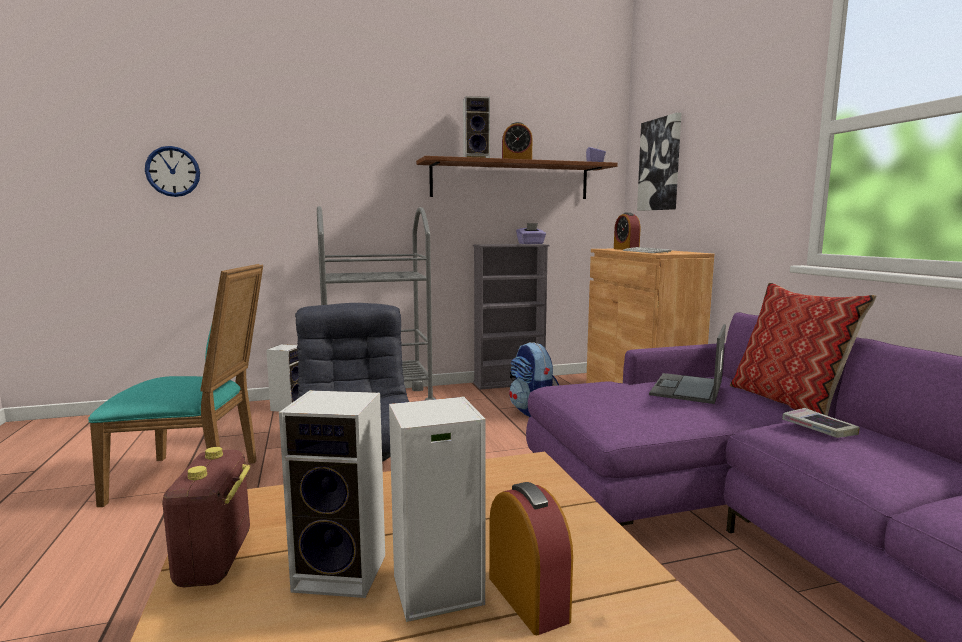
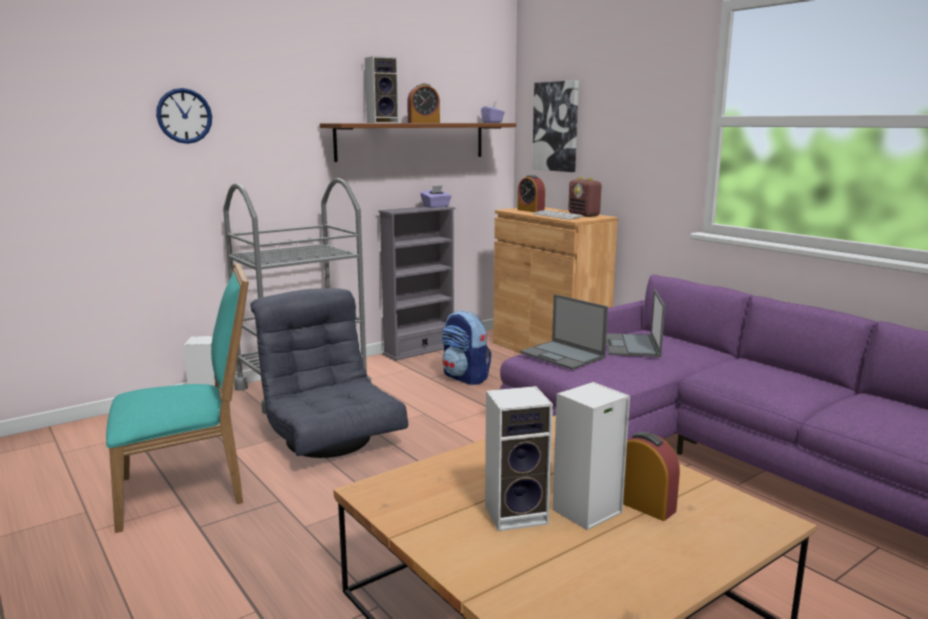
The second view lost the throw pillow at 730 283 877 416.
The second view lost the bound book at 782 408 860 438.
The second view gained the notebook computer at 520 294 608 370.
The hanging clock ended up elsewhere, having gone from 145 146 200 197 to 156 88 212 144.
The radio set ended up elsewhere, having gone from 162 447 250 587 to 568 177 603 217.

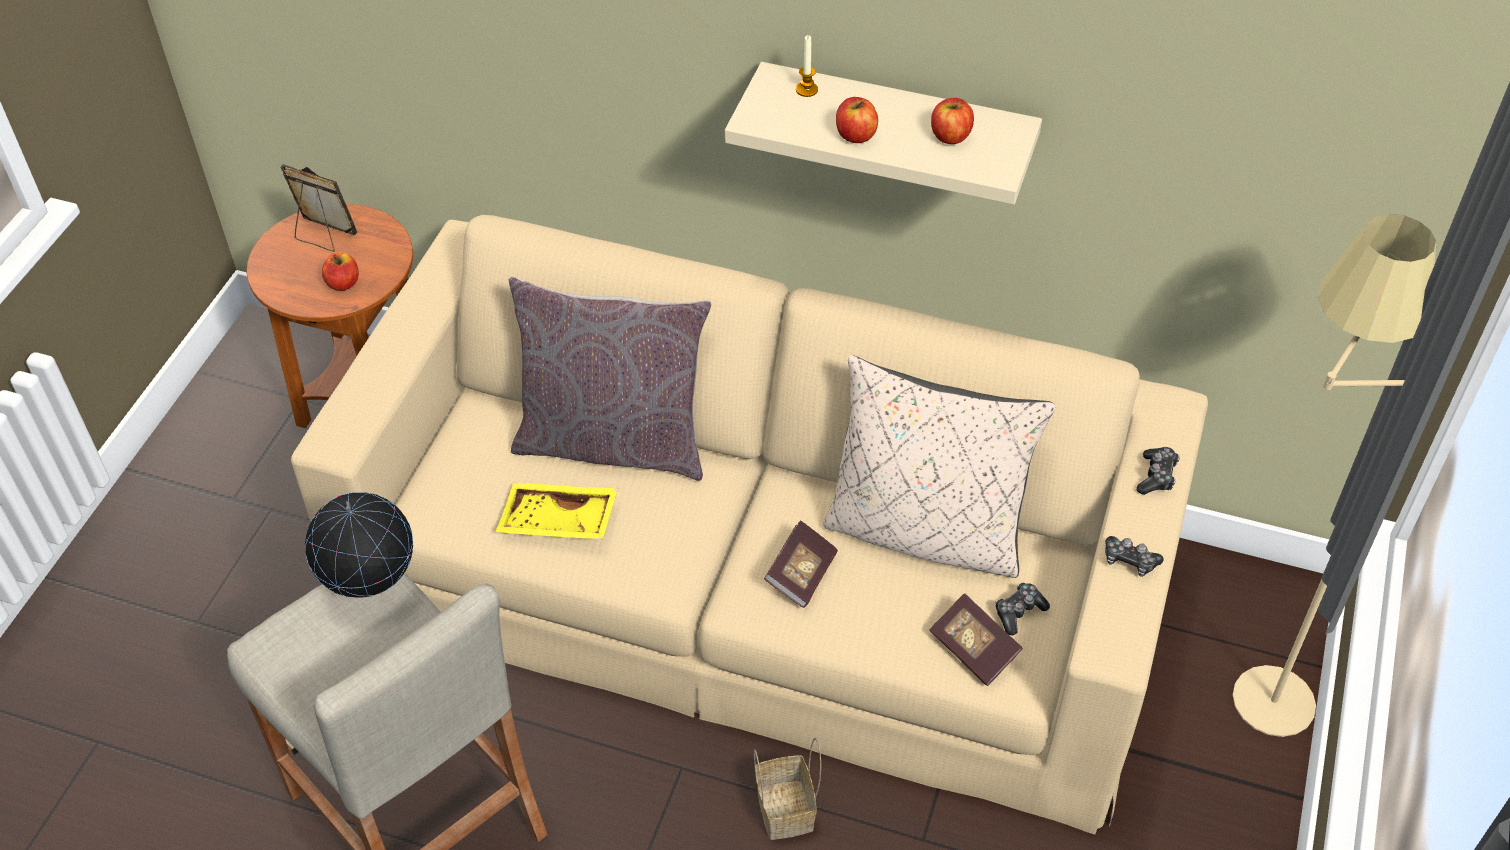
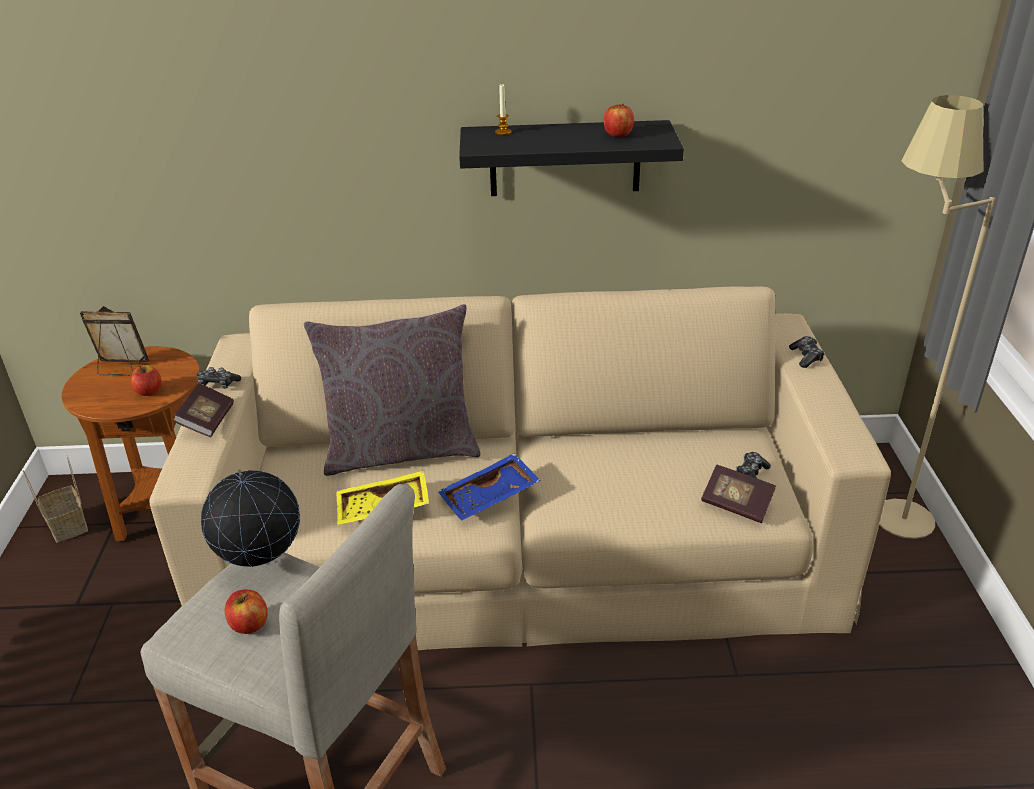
The second view lost the throw pillow/sand-coloured at 824 355 1055 578.
The second view gained the serving tray/blue-coloured at 437 453 541 521.
The household basket ended up elsewhere, having gone from 754 737 821 840 to 23 456 88 543.
The bound book ended up elsewhere, having gone from 764 520 838 608 to 173 383 234 437.
The whole apple ended up elsewhere, having gone from 836 97 878 143 to 225 589 268 634.
The gamepad ended up elsewhere, having gone from 1105 536 1164 577 to 197 367 241 389.
What was the wall shelf/sand-coloured at 725 62 1042 205 turned into the wall shelf/black at 459 120 684 196.

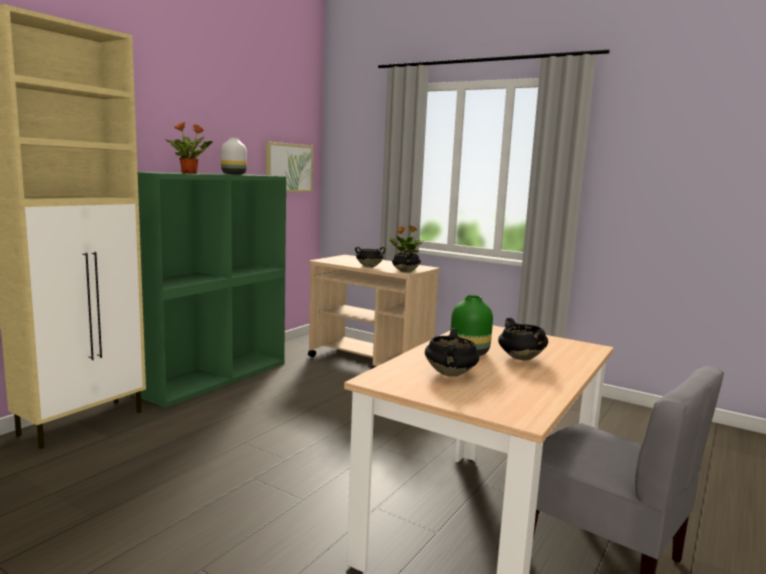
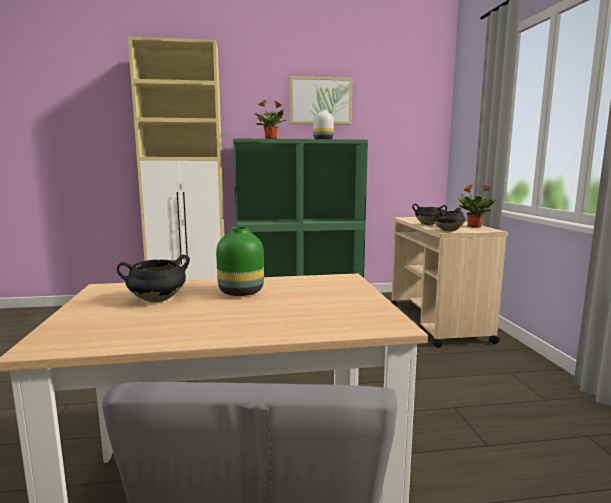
The second view lost the stockpot/black at 498 318 548 361.
The picture ended up elsewhere, having gone from 266 142 313 192 to 290 76 352 125.

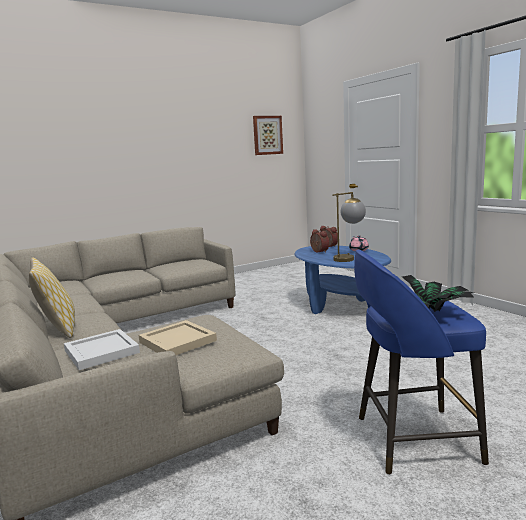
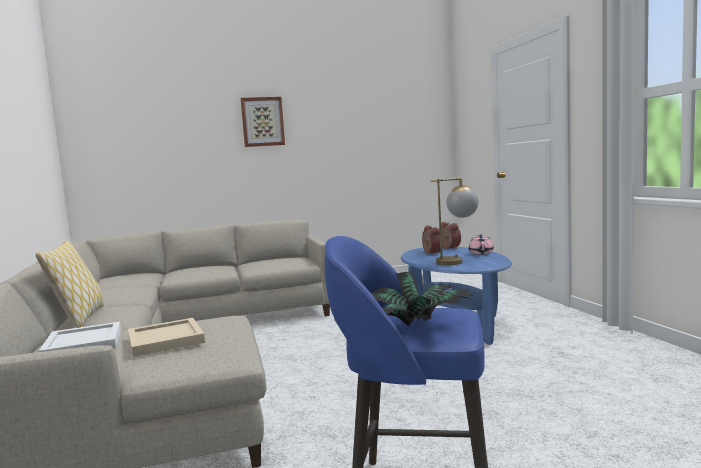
The picture ended up elsewhere, having gone from 253 116 283 155 to 241 97 285 147.

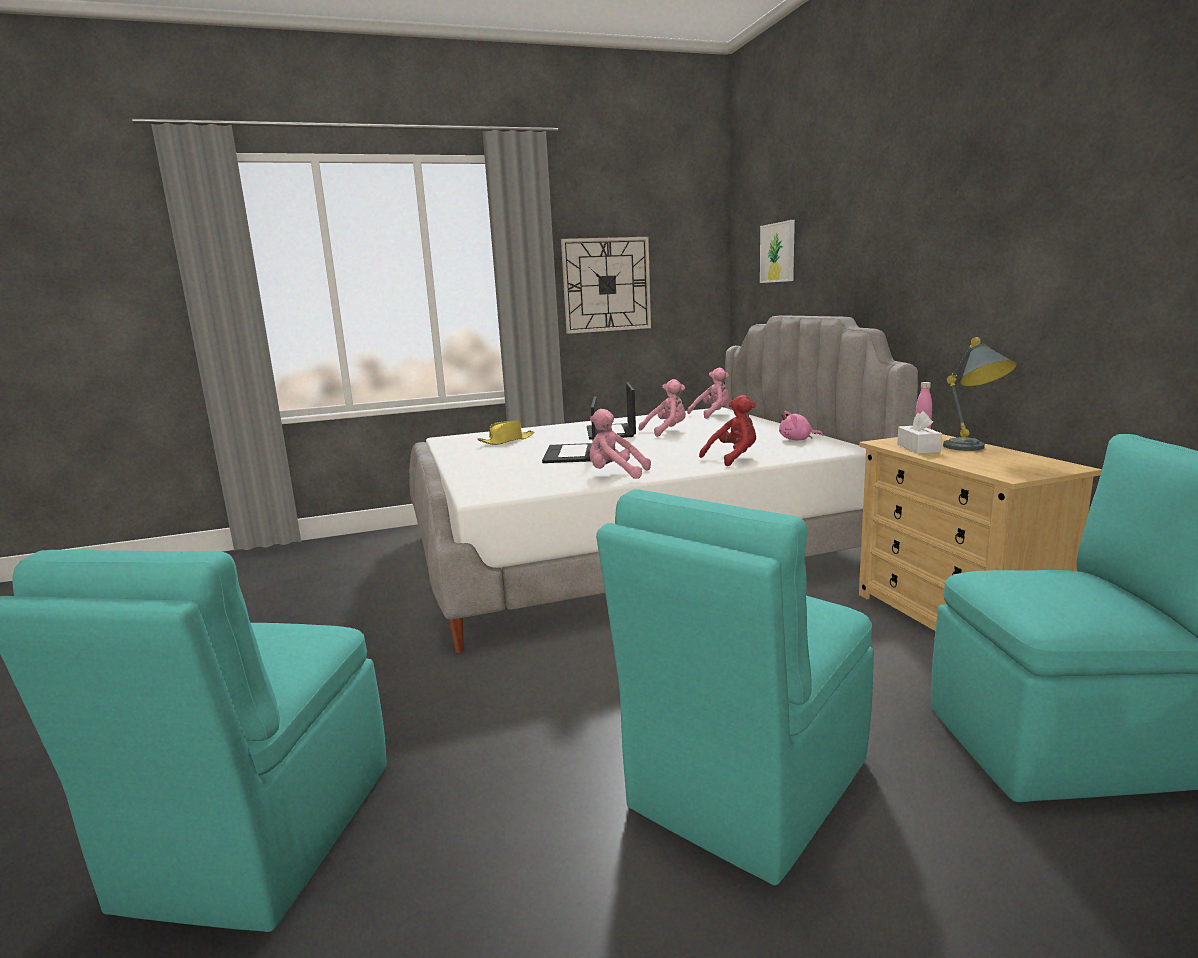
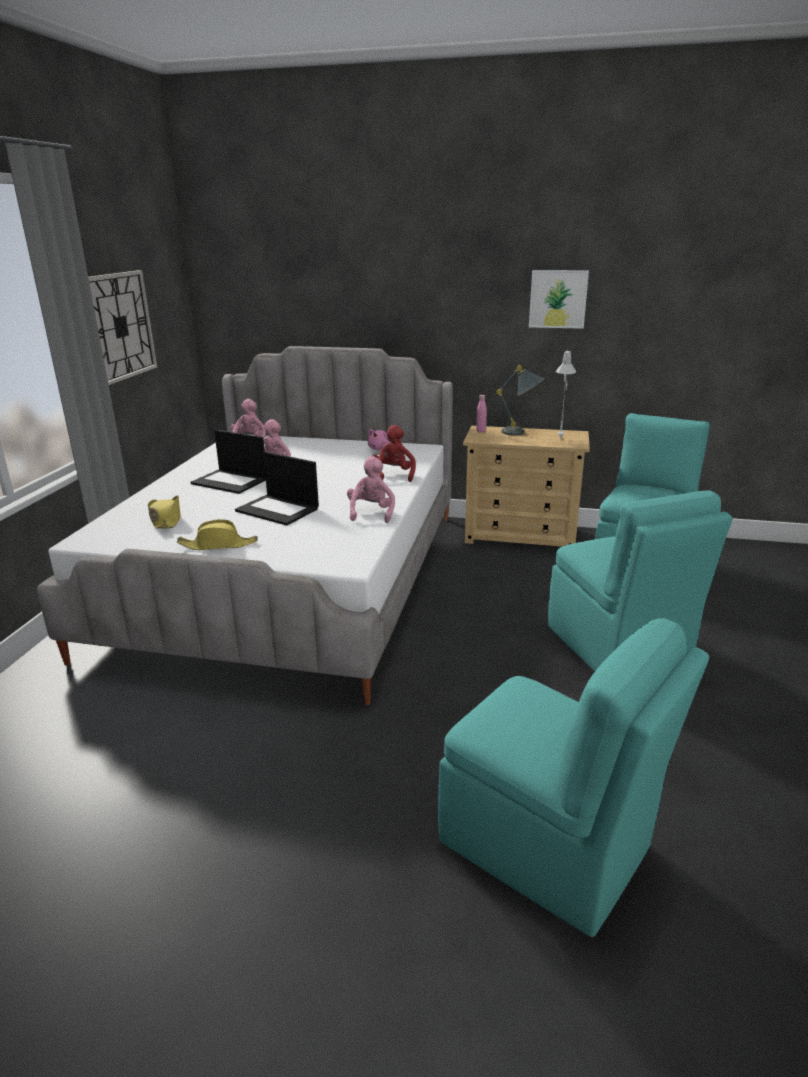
The second view lost the box of tissues/whitish at 897 411 942 454.
The second view gained the hat/yellowish at 177 519 258 550.
The second view gained the lamp for a table/gray at 556 350 576 438.
The picture ended up elsewhere, having gone from 760 220 795 283 to 529 270 589 329.
The cuddly toy/pink at 590 409 651 479 ended up facing another way, 135 degrees clockwise from before.

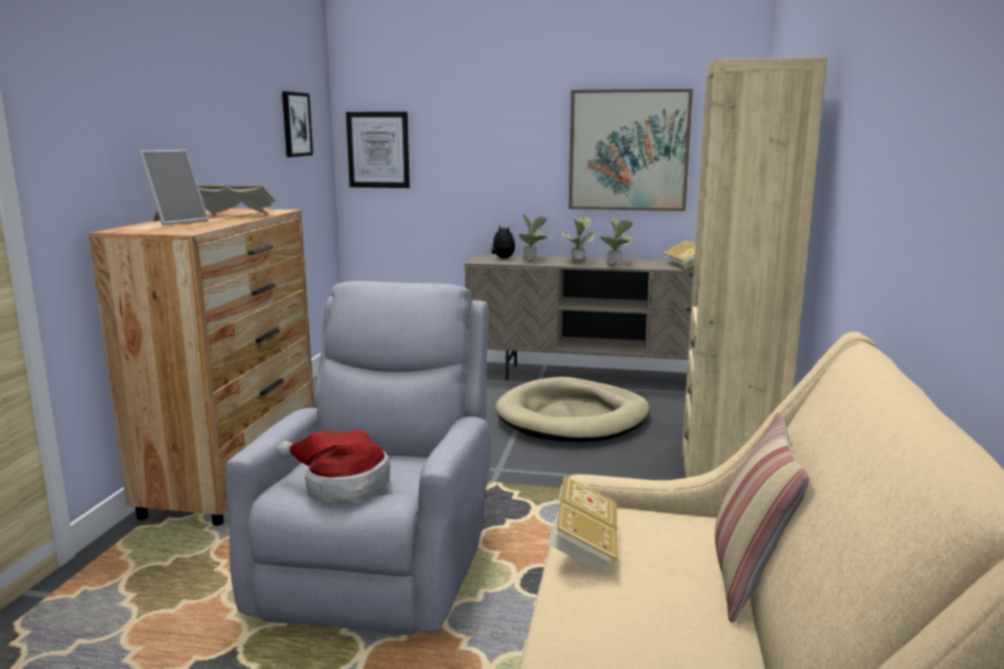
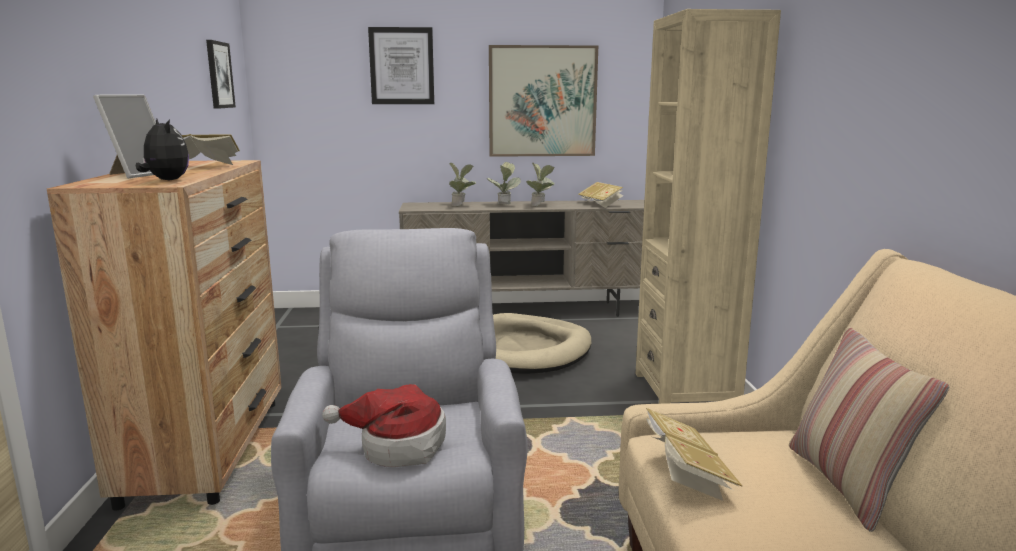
The picture ended up elsewhere, having gone from 346 112 410 188 to 368 27 434 104.
The cuddly toy ended up elsewhere, having gone from 490 226 515 258 to 136 119 189 181.

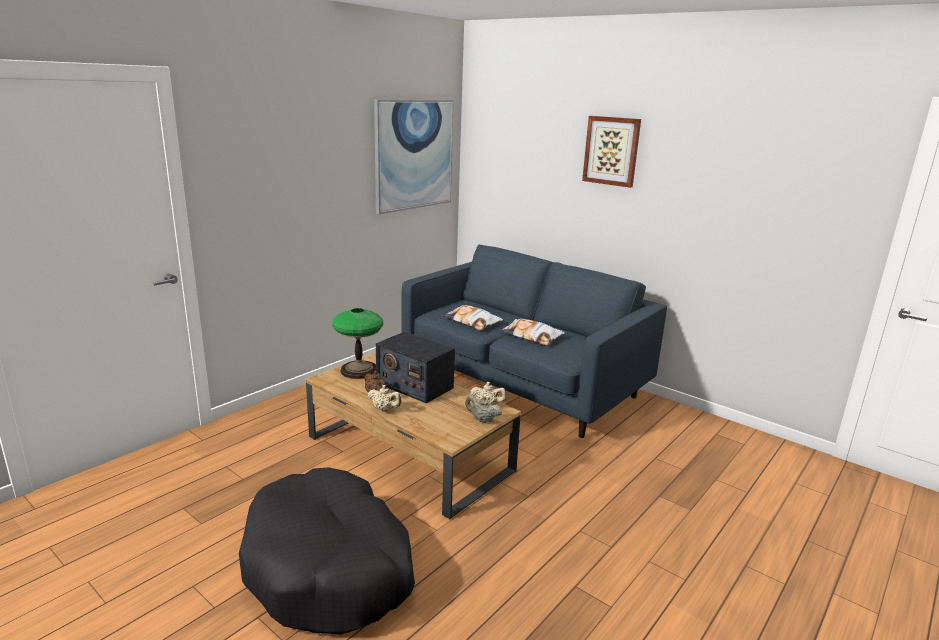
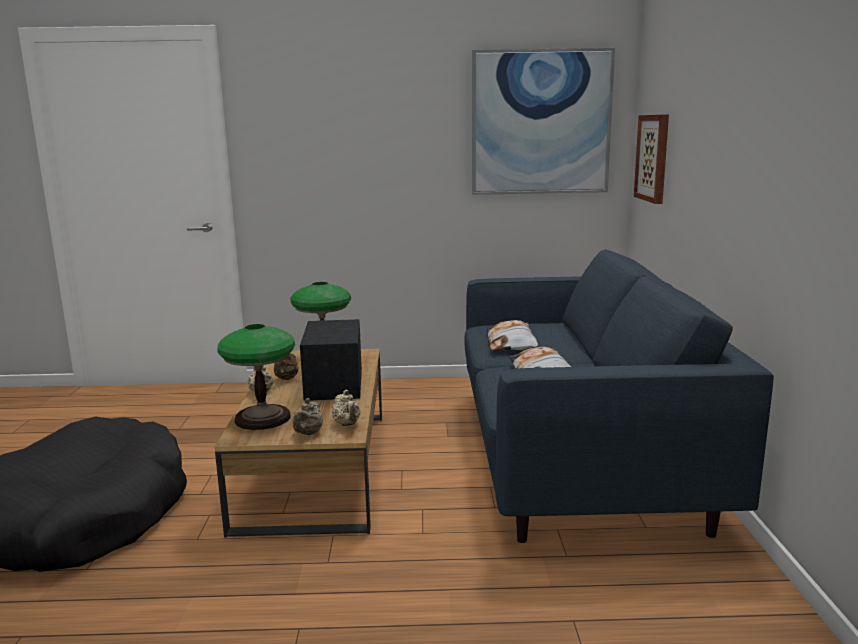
The second view gained the lamp for a table at 218 324 295 430.
The picture ended up elsewhere, having gone from 582 116 641 188 to 634 114 669 204.
The pot for tea/sand-coloured at 465 395 502 423 ended up facing another way, 150 degrees counterclockwise from before.

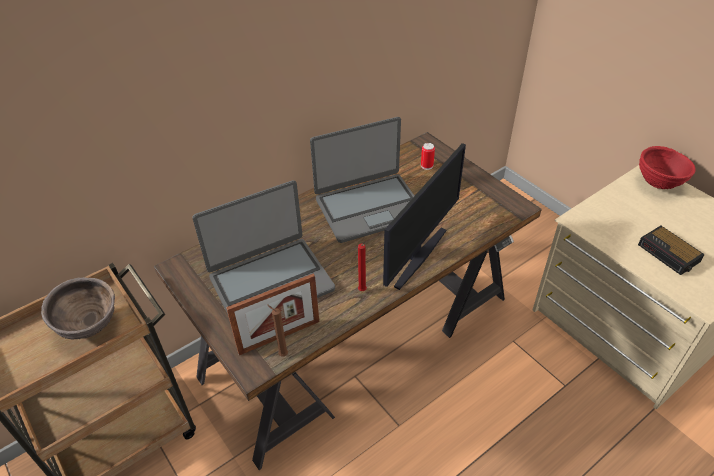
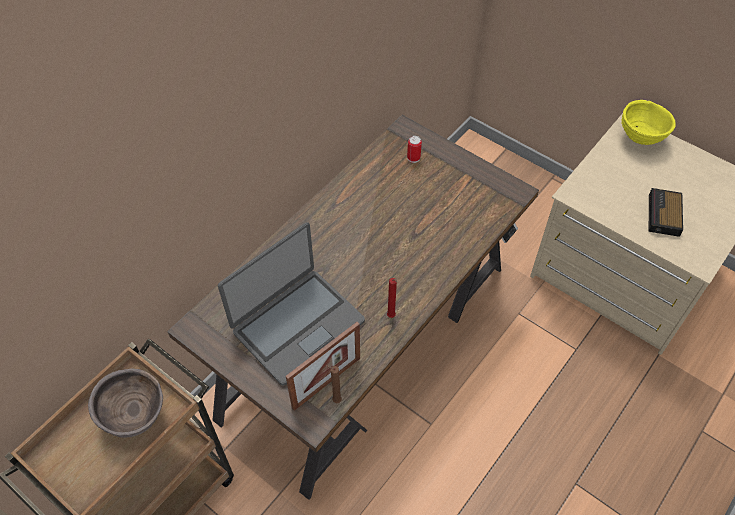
The second view lost the notebook computer at 310 117 414 243.
The second view lost the computer display at 383 143 466 290.
What was the deep dish/reddish at 639 146 696 189 turned into the deep dish/yellowish at 621 100 676 145.
The table clock at 638 226 705 275 ended up facing another way, 60 degrees clockwise from before.

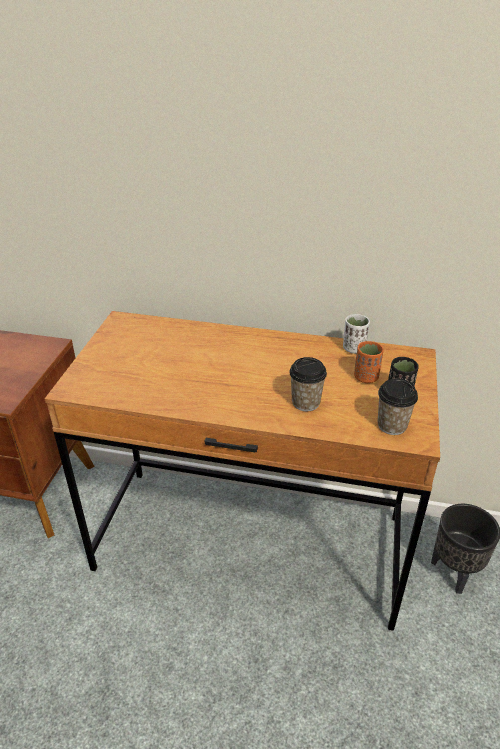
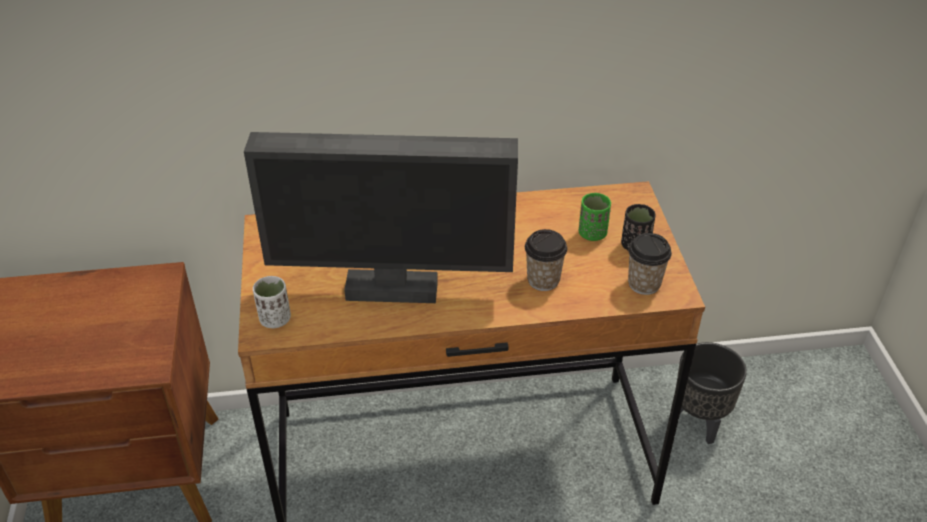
The second view gained the computer display at 244 132 518 303.
The small cup/whitish ended up elsewhere, having gone from 343 314 370 354 to 253 276 291 328.
What was the small cup/orangey at 354 341 384 383 turned into the small cup/greenish at 579 193 611 241.

